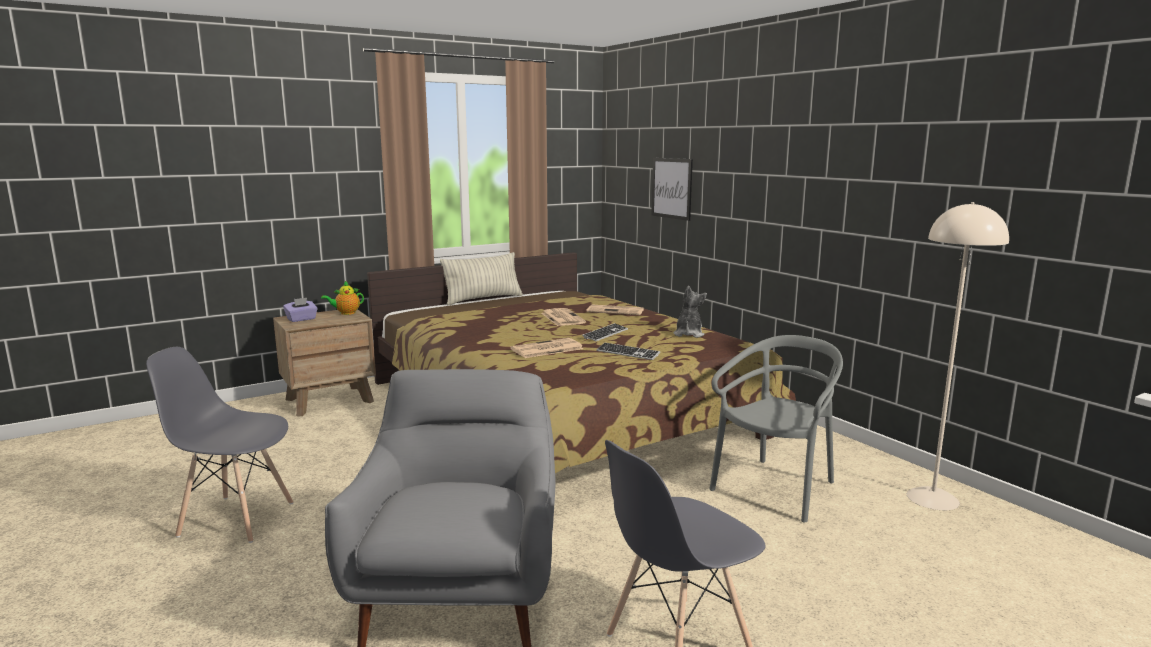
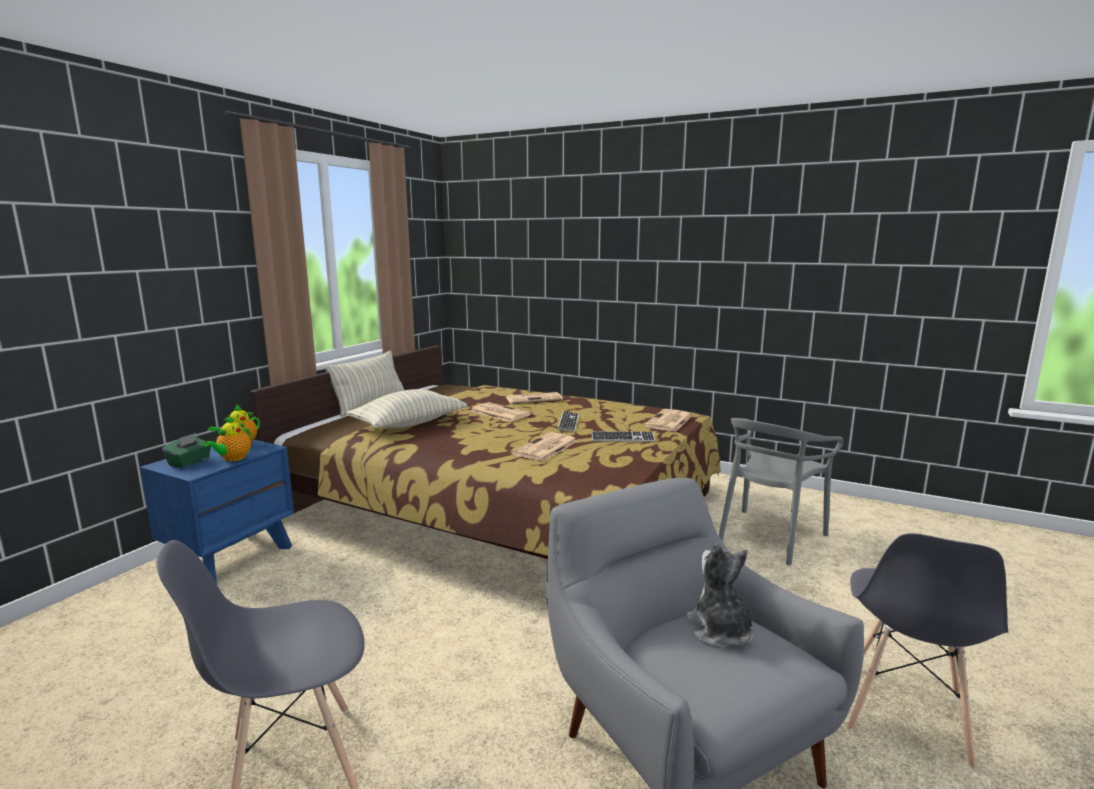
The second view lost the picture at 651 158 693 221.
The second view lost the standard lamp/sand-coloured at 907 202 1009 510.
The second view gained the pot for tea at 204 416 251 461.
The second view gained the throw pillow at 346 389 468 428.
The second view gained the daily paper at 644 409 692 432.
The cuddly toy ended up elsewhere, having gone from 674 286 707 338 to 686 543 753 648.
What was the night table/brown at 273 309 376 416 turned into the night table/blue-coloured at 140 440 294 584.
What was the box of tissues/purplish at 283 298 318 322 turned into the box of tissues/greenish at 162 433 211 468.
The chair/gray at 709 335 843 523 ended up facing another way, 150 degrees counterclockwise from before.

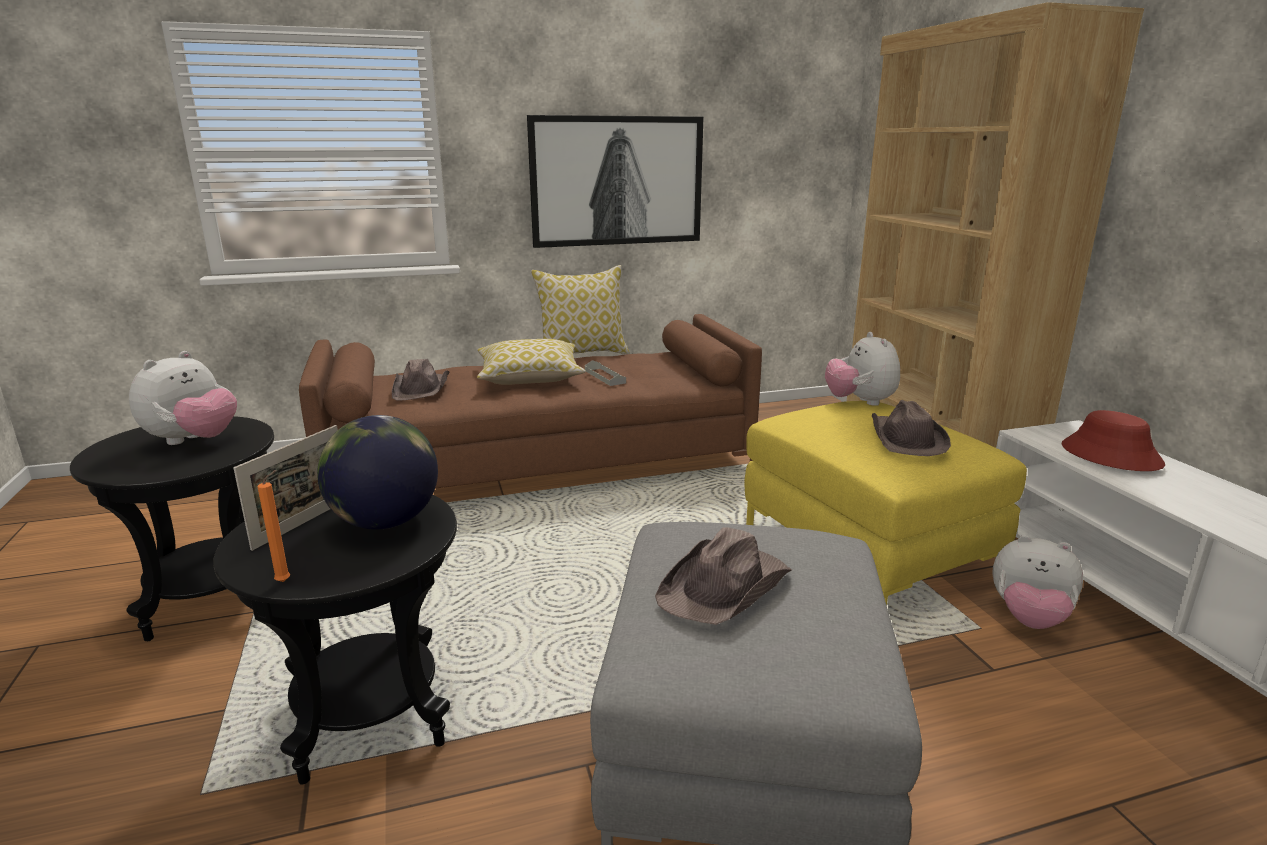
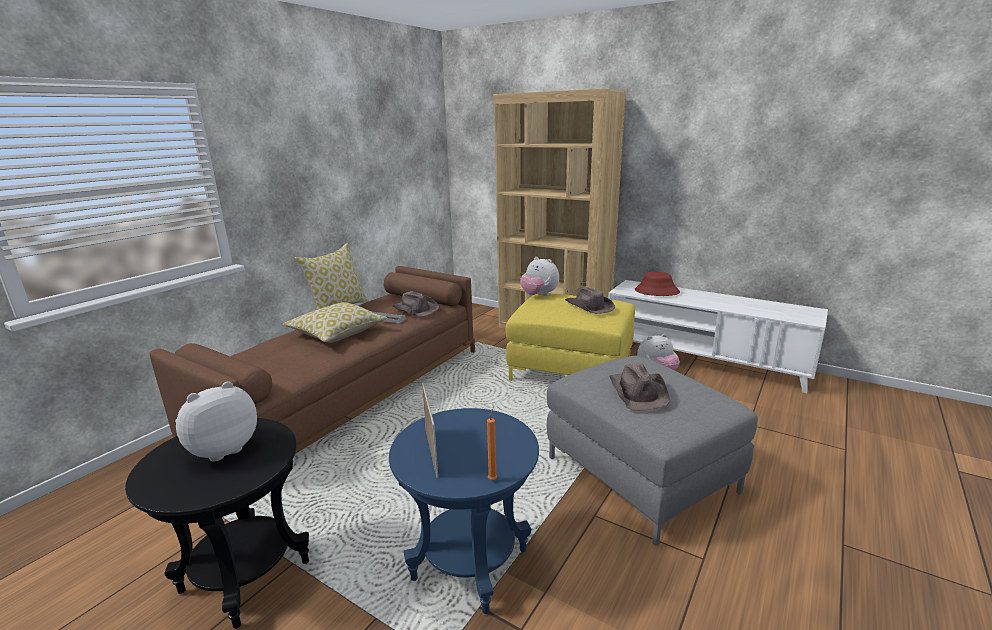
The second view lost the desk globe at 317 415 438 530.
The second view lost the picture at 527 115 703 248.
The hat/brown ended up elsewhere, having gone from 392 359 449 400 to 393 291 439 317.
What was the accent table/black at 214 495 457 785 turned into the accent table/blue-coloured at 389 408 539 614.
The cuddly toy at 129 351 237 445 ended up facing another way, 120 degrees counterclockwise from before.

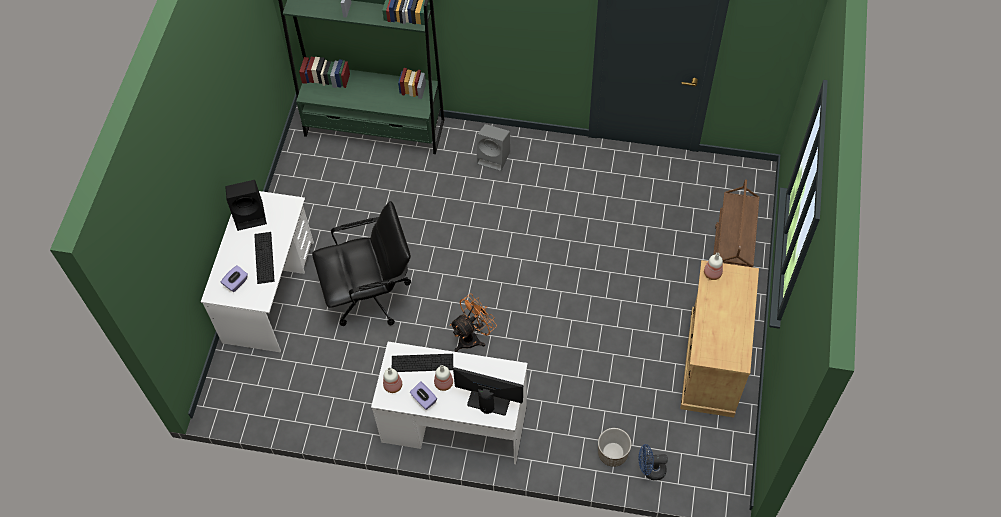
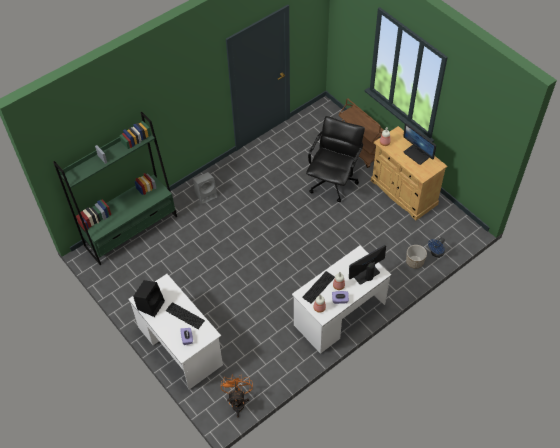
The second view gained the computer display at 403 123 436 165.
The computer chair/black ended up elsewhere, having gone from 312 201 411 326 to 306 116 365 202.
The electric fan/orangey ended up elsewhere, having gone from 450 294 497 352 to 221 374 253 417.

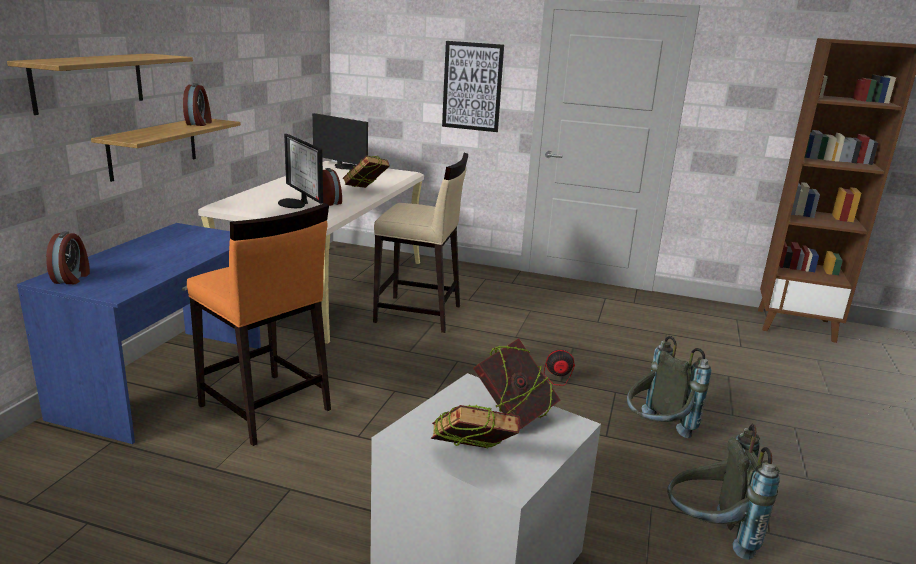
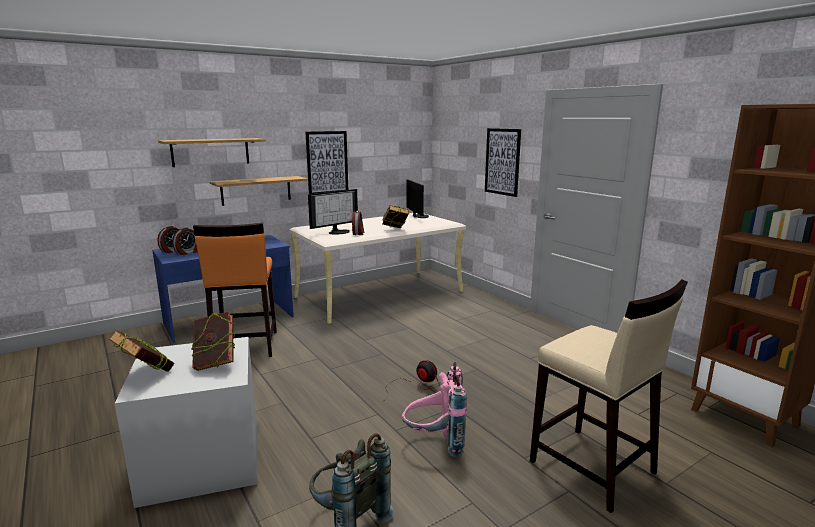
The second view gained the picture at 305 131 348 194.
The table clock ended up elsewhere, having gone from 183 83 212 126 to 172 228 198 255.
The stool/sand-coloured ended up elsewhere, having gone from 373 153 468 333 to 530 279 688 513.
What was the rucksack/gray at 627 336 711 438 turned into the rucksack/pink at 402 362 467 457.
The computer display at 278 134 323 208 ended up facing another way, 135 degrees counterclockwise from before.

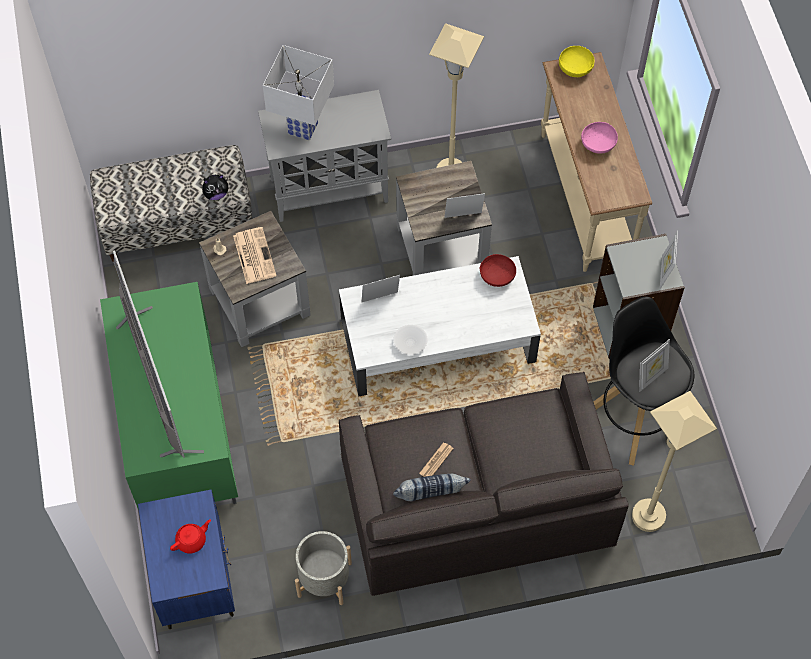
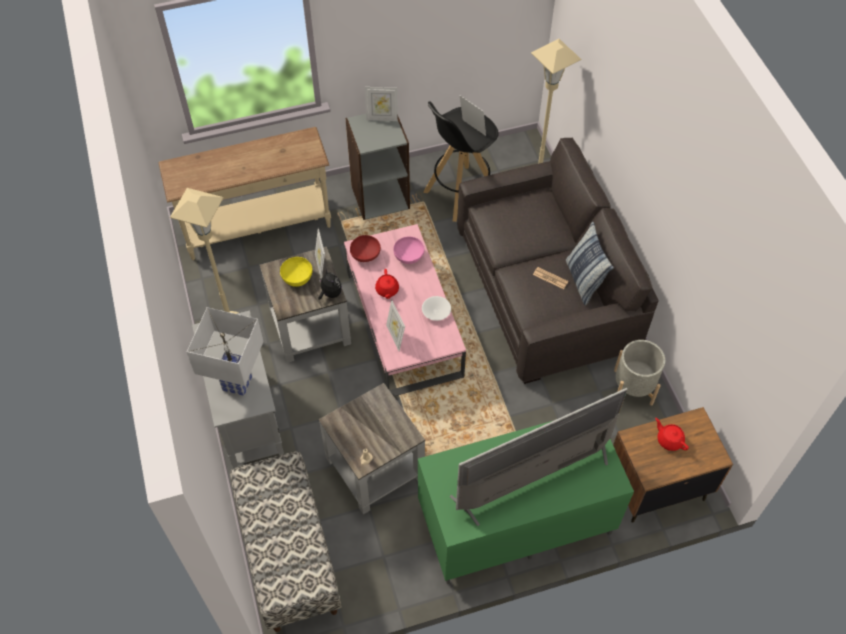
The second view lost the daily paper at 233 227 277 284.
The second view gained the pot for tea/reddish at 375 269 399 299.
The cuddly toy ended up elsewhere, having gone from 202 175 228 200 to 318 269 342 300.
The deep dish/yellowish ended up elsewhere, having gone from 559 46 595 77 to 280 257 313 287.
The deep dish/pink ended up elsewhere, having gone from 581 122 618 154 to 393 236 425 264.
What was the night table/blue-coloured at 138 489 235 629 turned into the night table/brown at 613 407 733 523.
What was the low table/whitish at 339 256 541 397 turned into the low table/pink at 344 224 466 396.

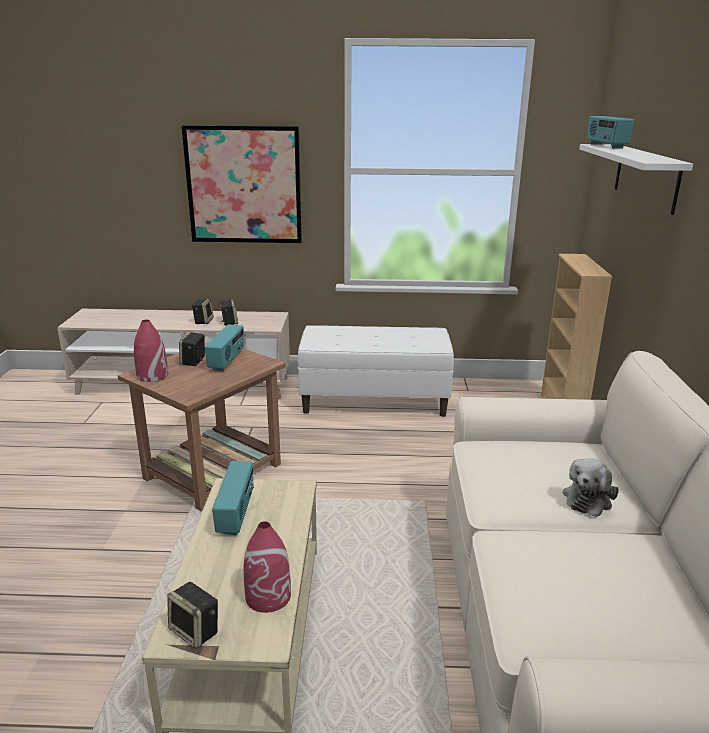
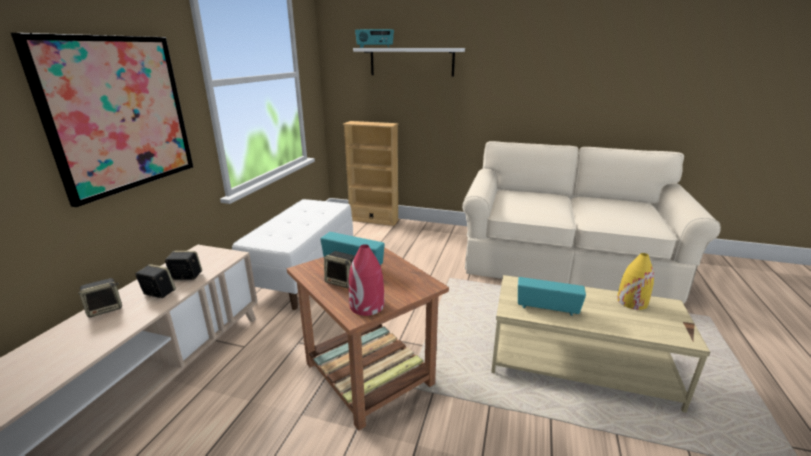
The second view lost the cuddly toy at 563 458 619 517.
The speaker ended up elsewhere, having gone from 167 582 218 649 to 78 278 122 317.
What was the vase/reddish at 244 521 291 613 turned into the vase/yellowish at 617 253 654 310.

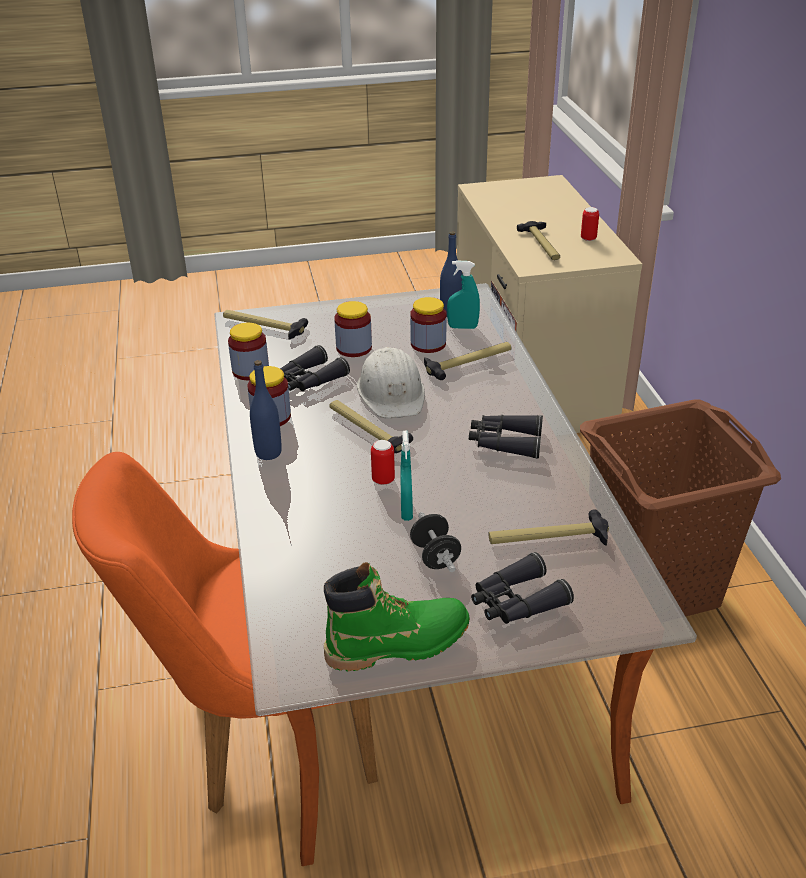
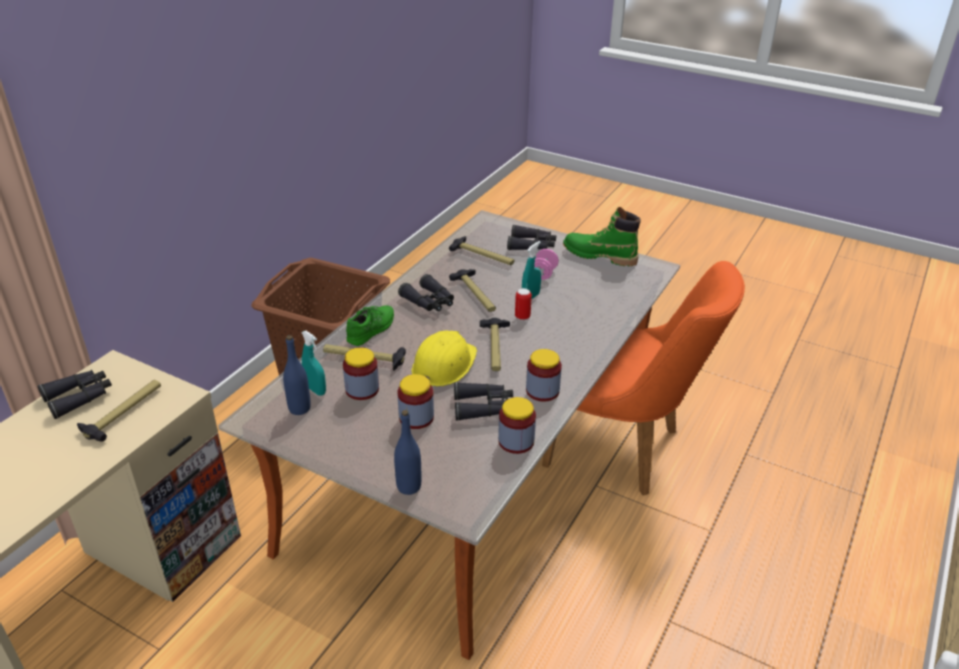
The second view gained the low shoe/greenish at 346 305 394 346.
The hammer ended up elsewhere, having gone from 223 310 308 340 to 449 269 496 312.
The bottle/blue-coloured ended up elsewhere, having gone from 250 360 282 460 to 394 410 421 495.
Where the sealed can stood at 581 207 599 241, the pair of binoculars/black came to stand at 37 370 112 419.
What was the work helmet/whitish at 357 347 425 418 turned into the work helmet/yellowish at 411 330 477 387.
What was the hand weight/black at 410 512 461 572 turned into the hand weight/pink at 534 249 559 280.

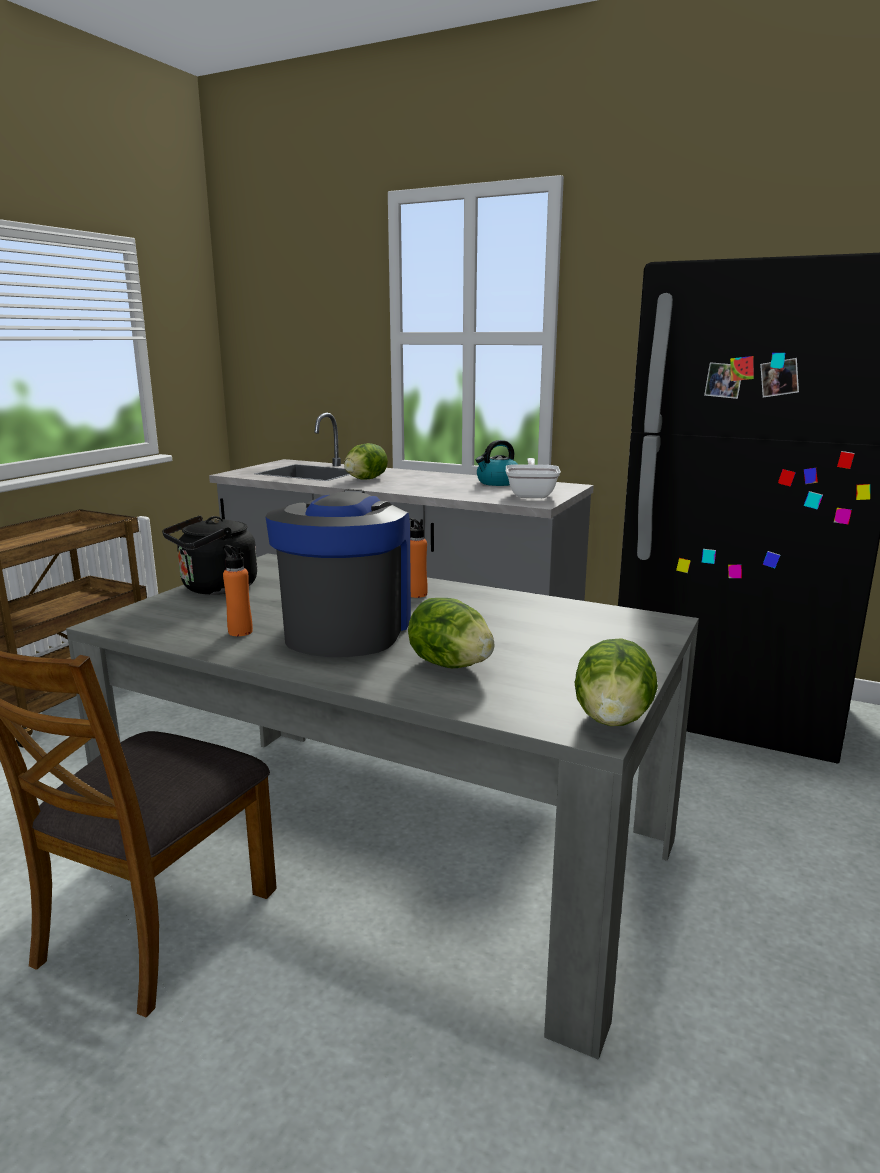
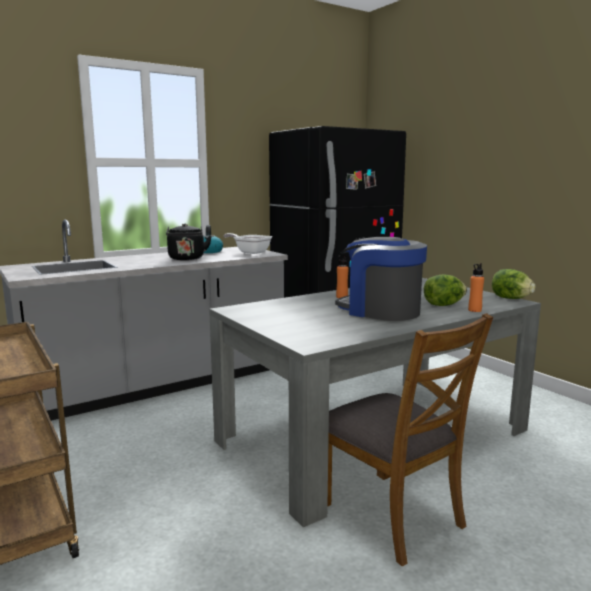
The second view lost the lettuce head at 344 443 388 479.
The kettle/black ended up elsewhere, having gone from 162 515 257 595 to 166 224 212 260.
The bottle/orangey ended up elsewhere, having gone from 223 545 253 636 to 468 263 484 312.

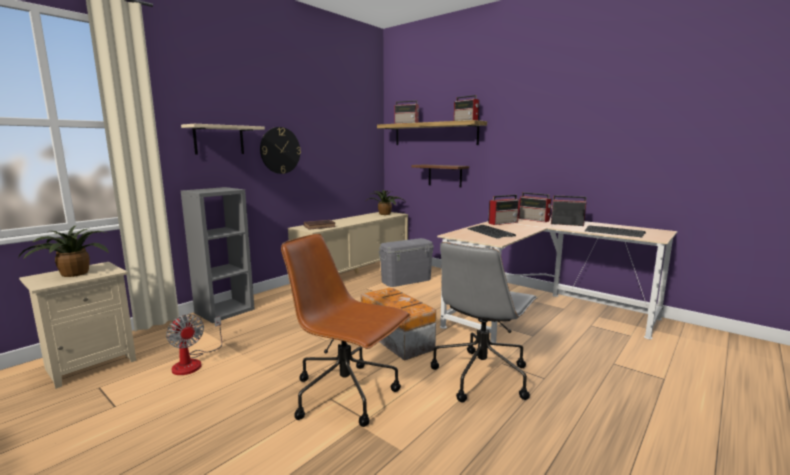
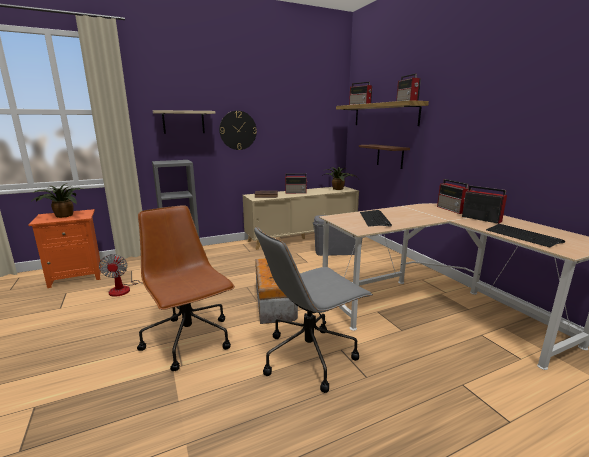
The radio set ended up elsewhere, having gone from 488 195 519 225 to 285 173 308 194.
What was the night table/sand-coloured at 19 262 136 389 turned into the night table/orangey at 28 209 102 288.

